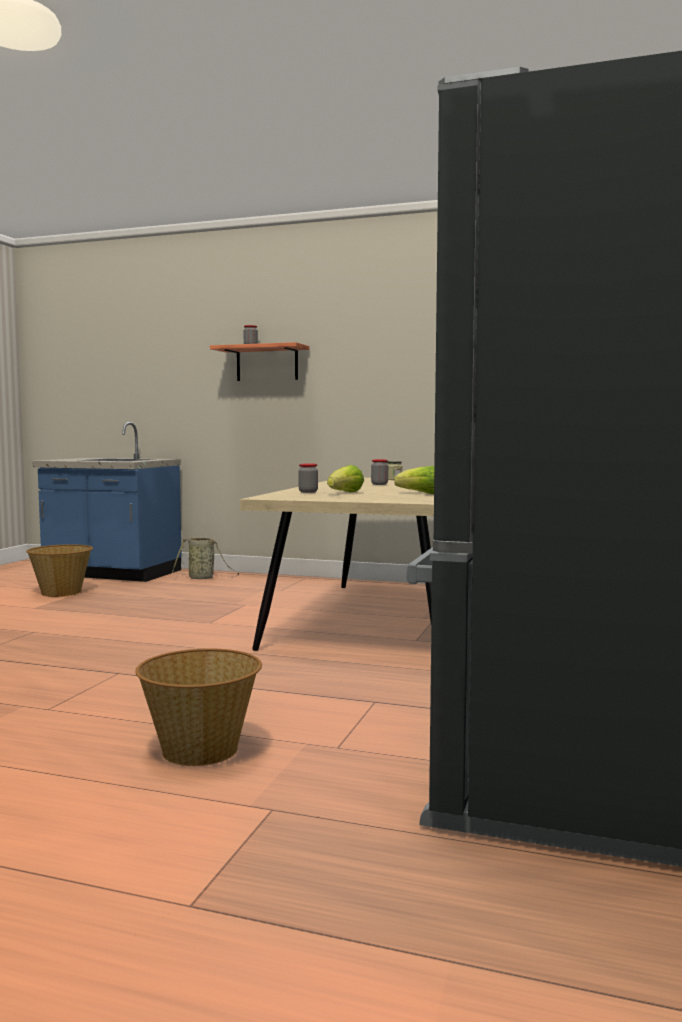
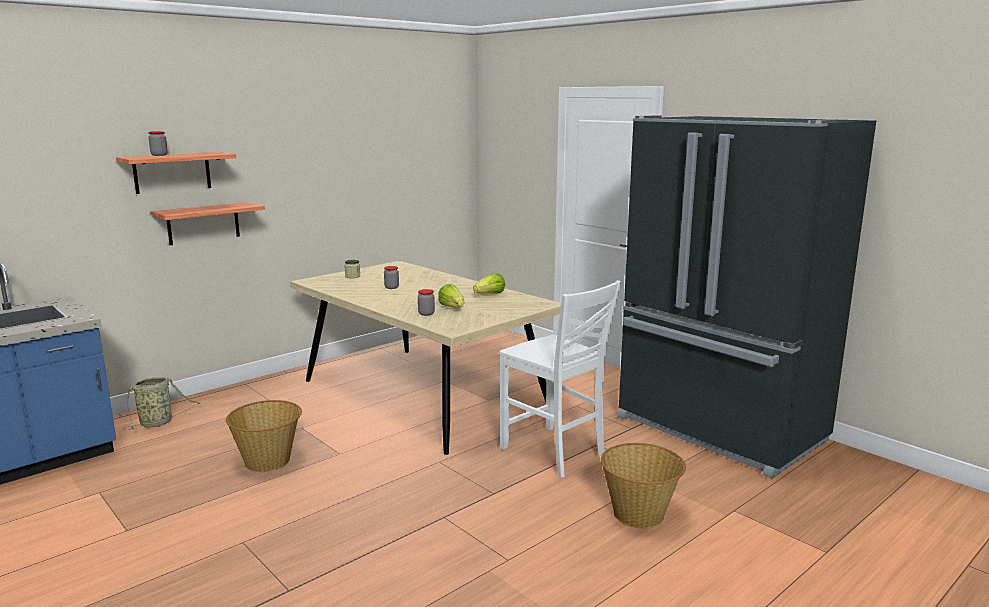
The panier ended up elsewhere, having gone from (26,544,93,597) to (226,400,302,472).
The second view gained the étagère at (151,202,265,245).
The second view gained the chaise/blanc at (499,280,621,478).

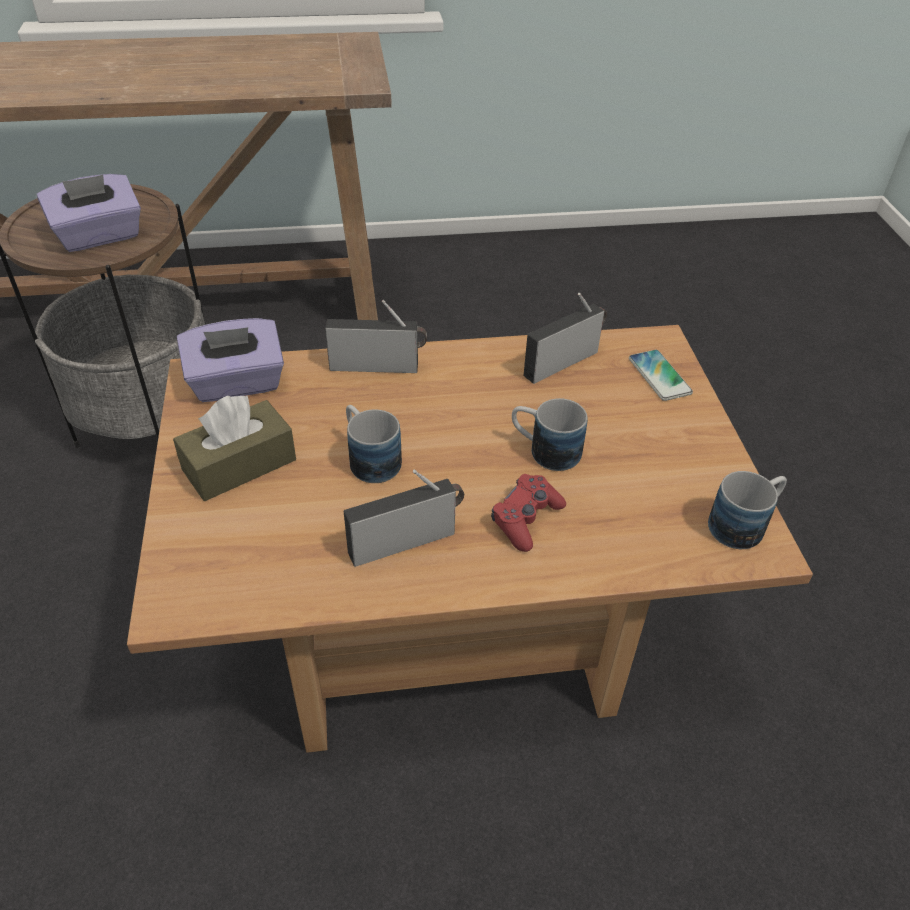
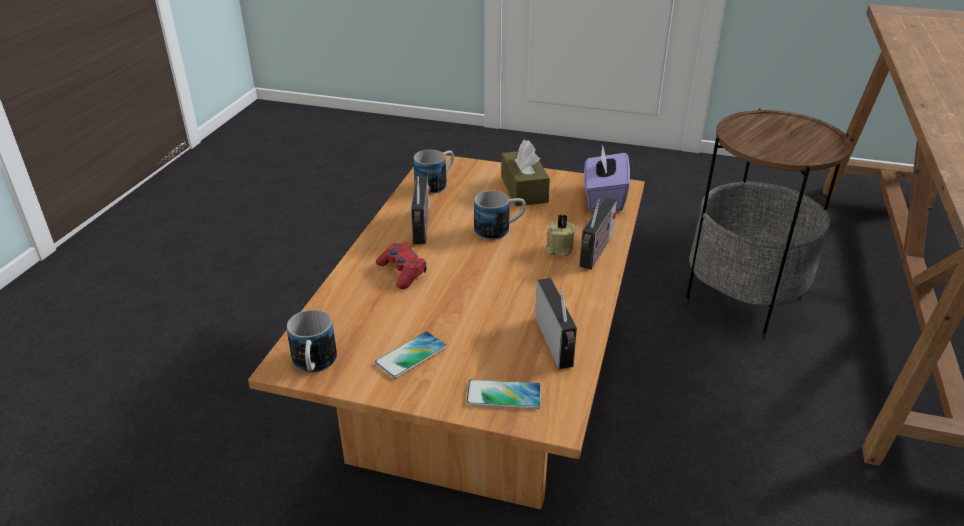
The second view lost the boîte à mouchoirs/violet at (37,174,141,252).
The mug ended up elsewhere, having gone from (512,398,587,471) to (414,150,454,194).
The second view gained the téléphone at (375,331,447,379).
The second view gained the bougie/beige at (544,215,576,256).

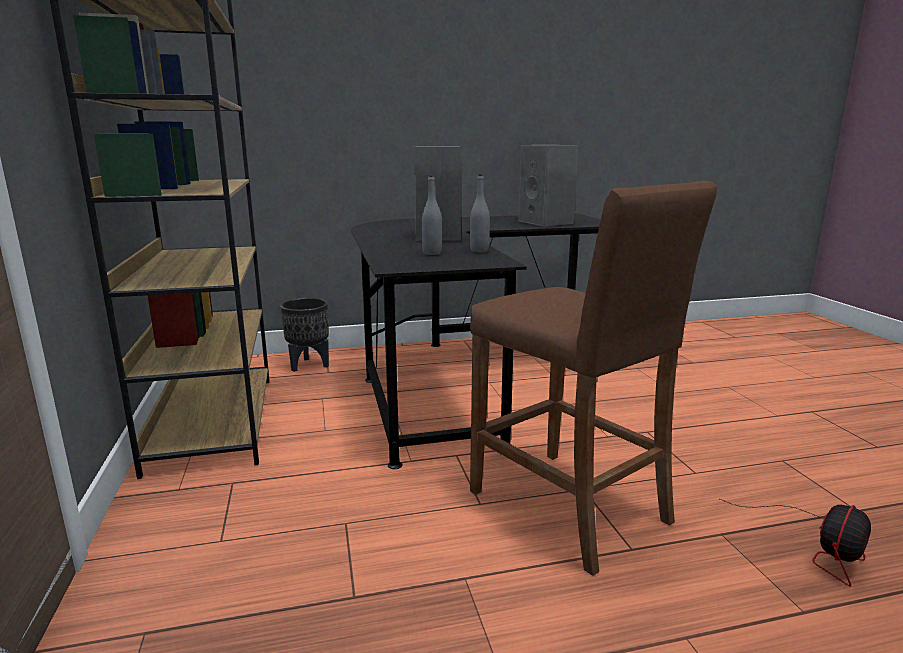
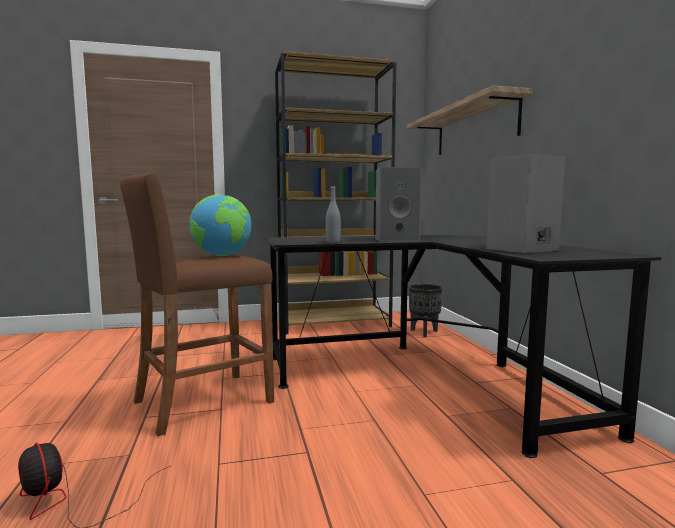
The second view lost the bouteille/gris at (422,175,442,255).
The second view gained the globe at (189,194,251,256).
The second view gained the étagère at (407,85,533,155).

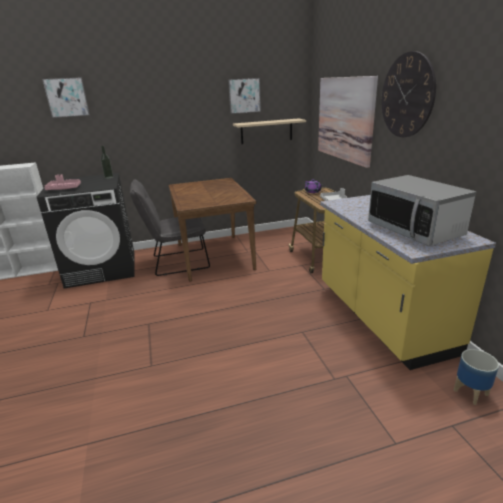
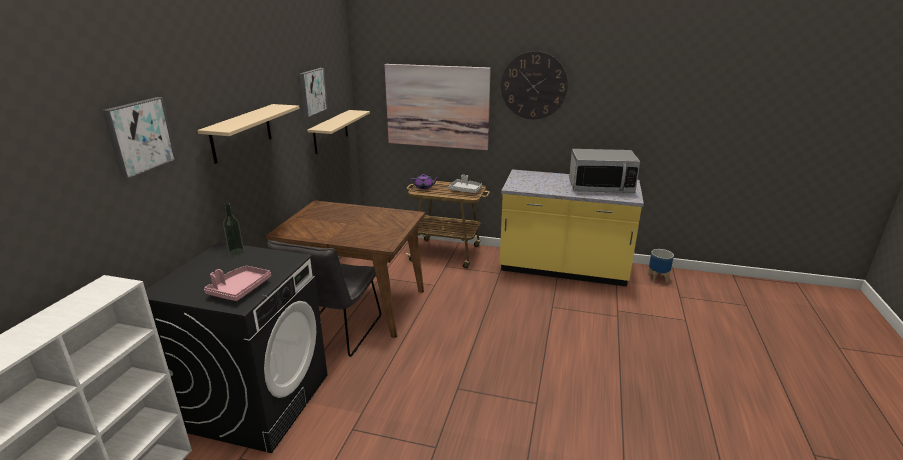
The second view gained the étagère/beige at (197,104,300,164).

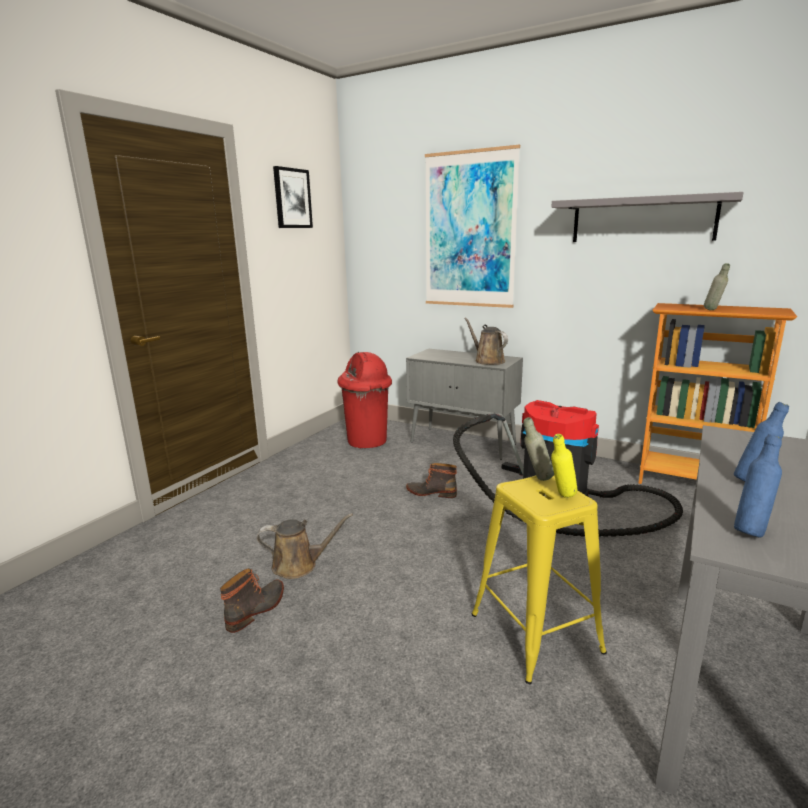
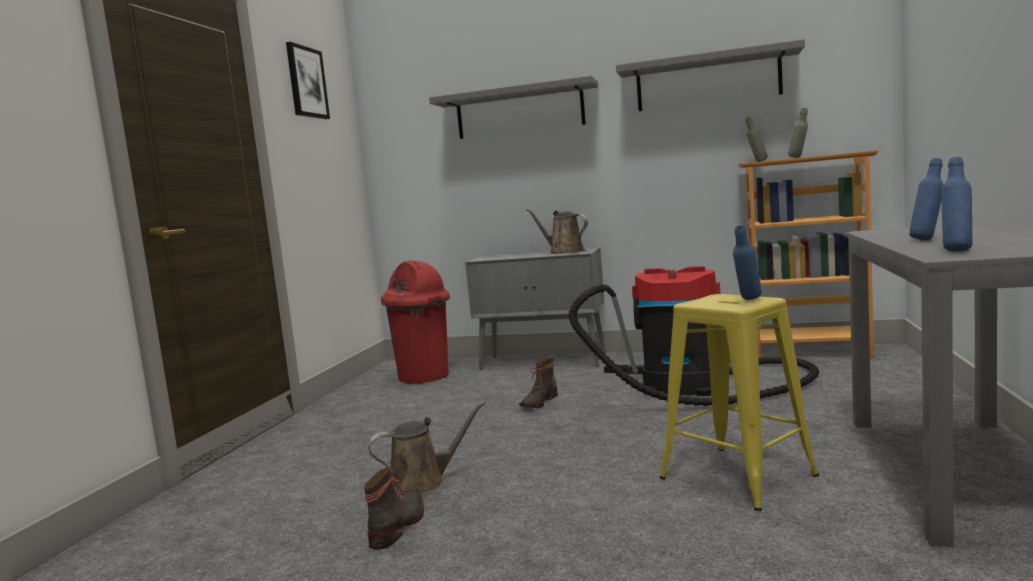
The botte at (406,463,457,498) ended up facing another way, 60 degrees counterclockwise from before.
Where the tableau hung at (425,145,520,308), the étagère/gris came to hang at (429,76,598,139).
The bouteille/gris ended up elsewhere, having gone from (523,417,554,481) to (746,116,768,162).
What was the bouteille/jaune at (551,434,577,498) turned into the bouteille/bleu at (733,225,762,300).

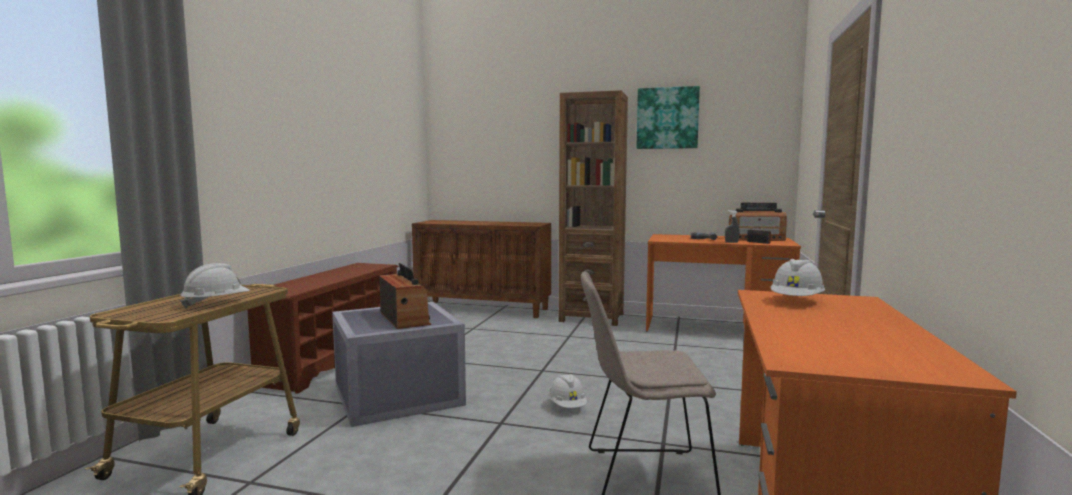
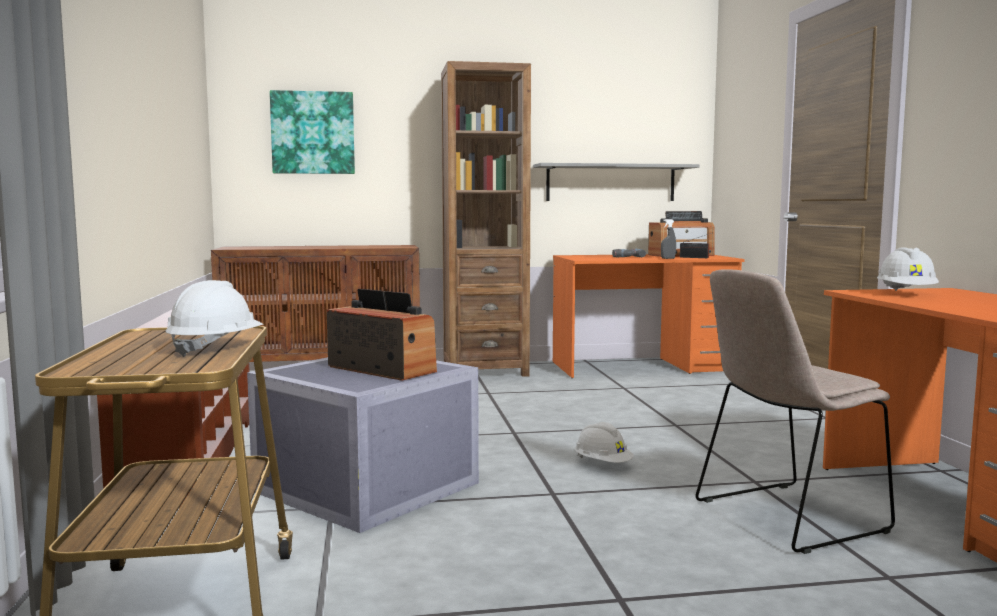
The tableau ended up elsewhere, having gone from (636,86,700,149) to (270,90,355,174).
The second view gained the étagère/gris at (533,163,700,201).

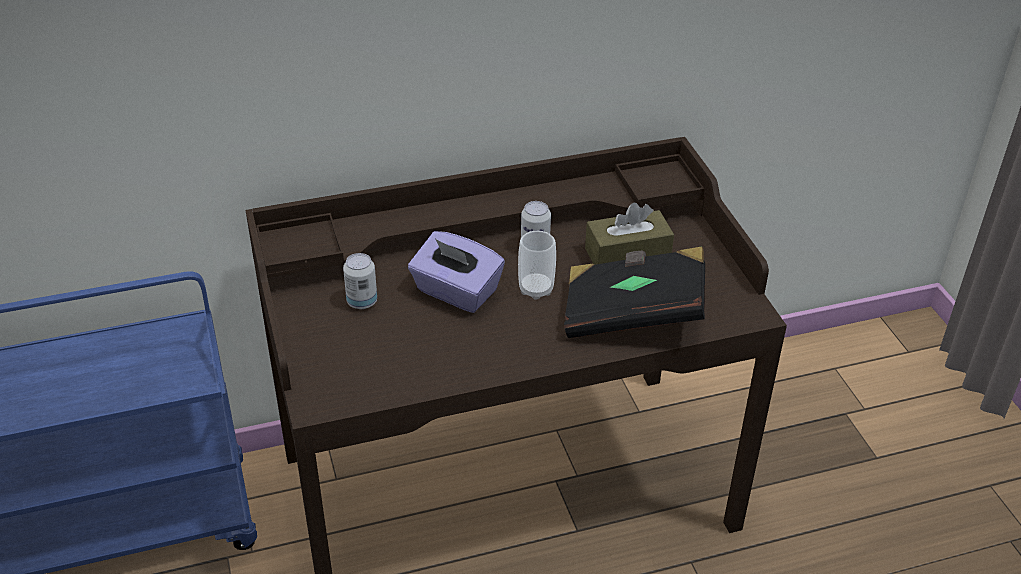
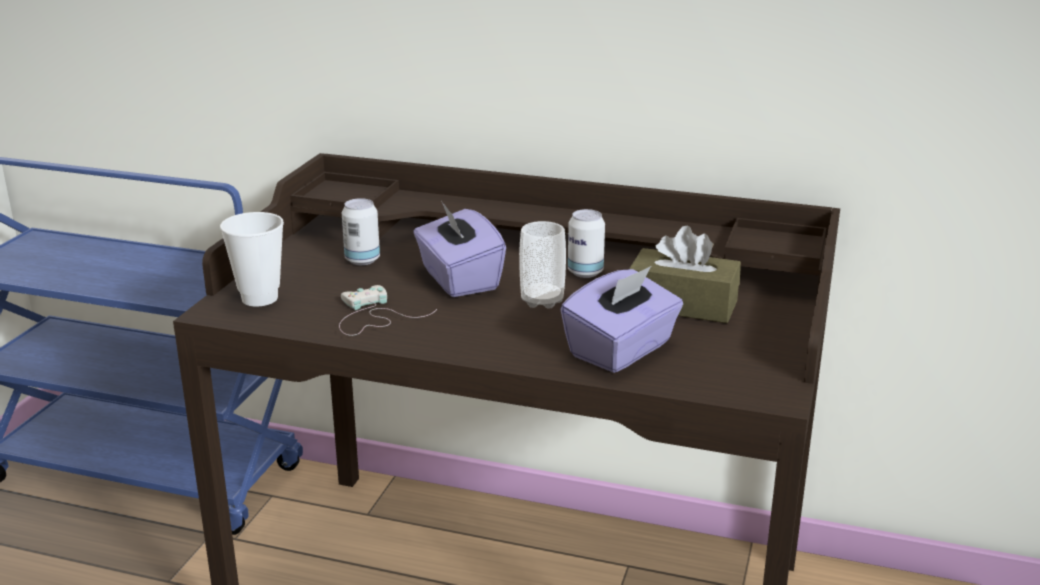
Where the livre/noir stood at (564,246,705,338), the boîte à mouchoirs/violet came to stand at (560,266,683,373).
The second view gained the tasse at (220,212,284,306).
The second view gained the manette/blanc at (339,285,437,336).

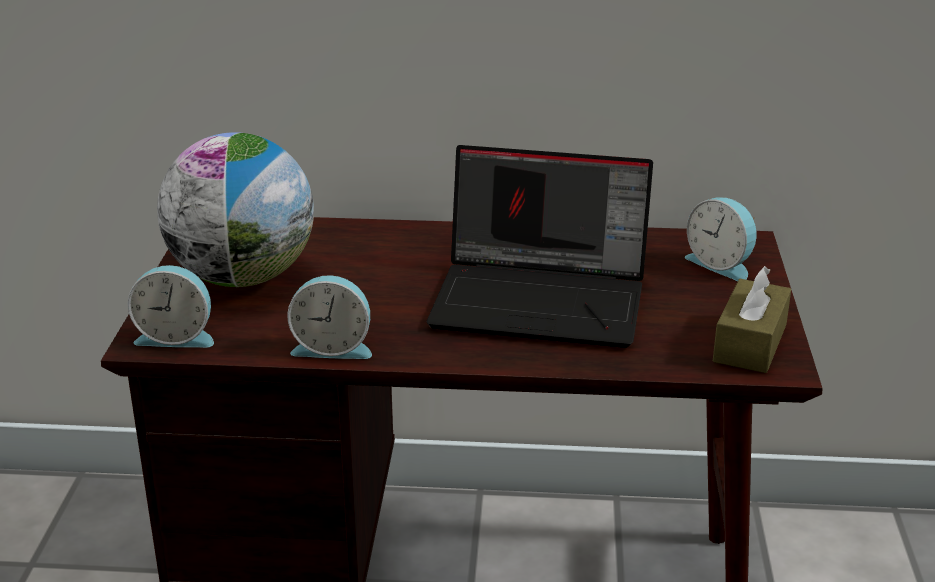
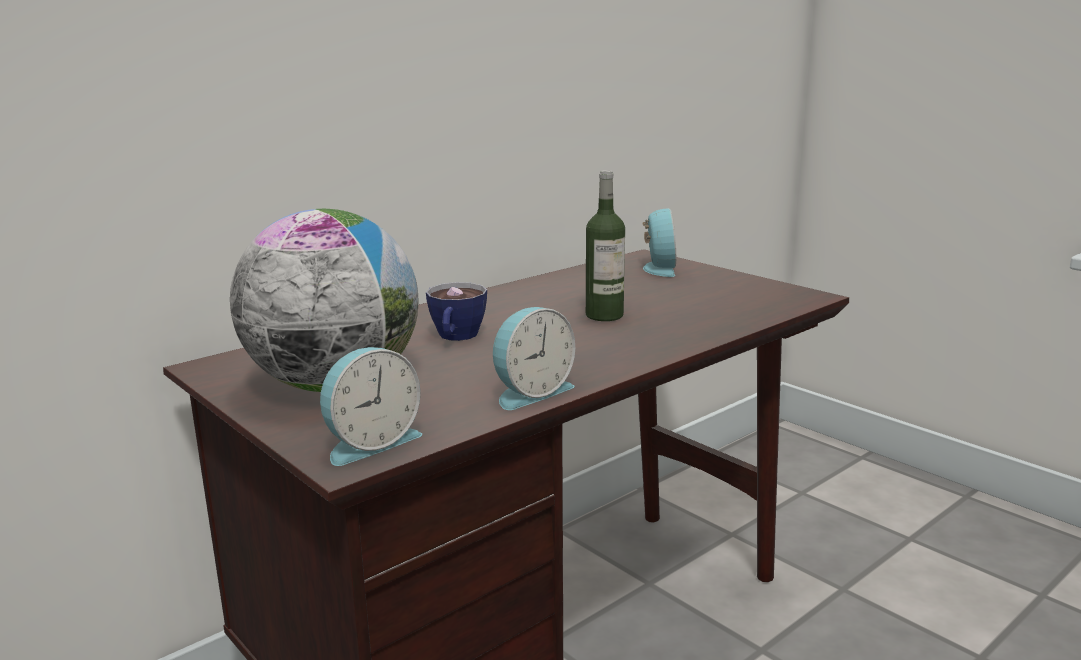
Where the ordinateur portable stood at (427,145,653,348), the bouteille came to stand at (586,170,625,321).
The réveil at (685,197,756,281) ended up facing another way, 90 degrees counterclockwise from before.
The second view lost the boîte à mouchoirs/marron at (713,266,791,373).
The second view gained the tasse at (426,282,487,341).

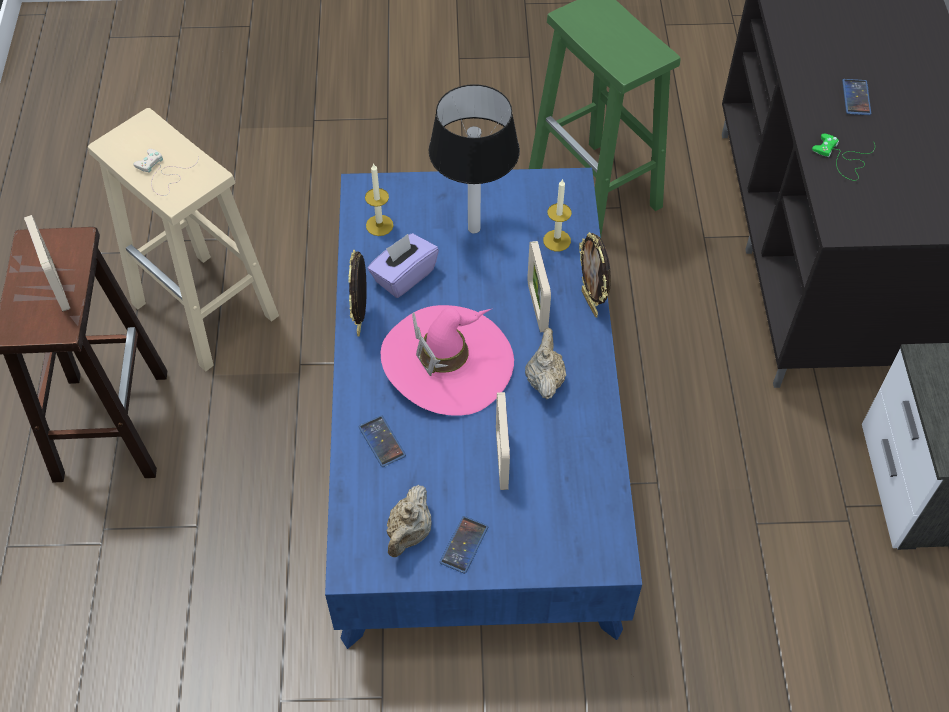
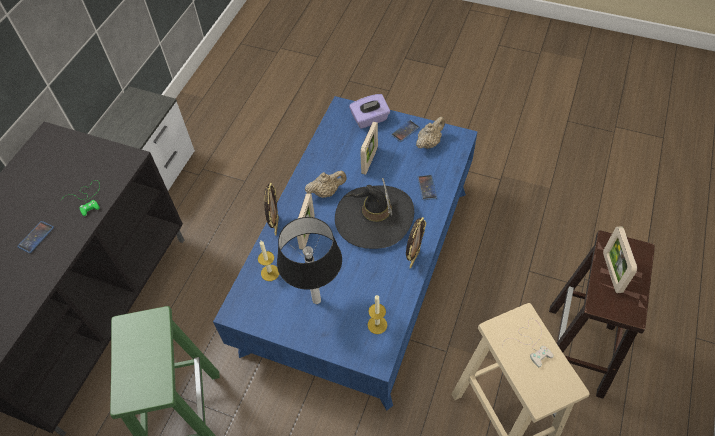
The boîte à mouchoirs/violet ended up elsewhere, having gone from (368,233,439,298) to (349,94,390,129).
What was the chapeau/rose at (381,305,514,416) turned into the chapeau/noir at (335,178,414,249).
The théière/beige at (525,328,566,399) ended up facing another way, 135 degrees counterclockwise from before.

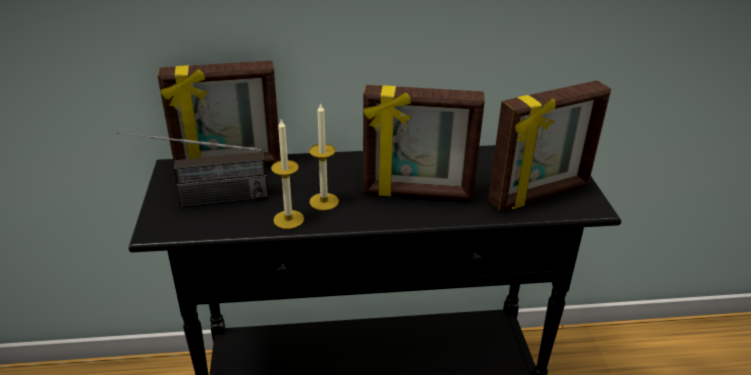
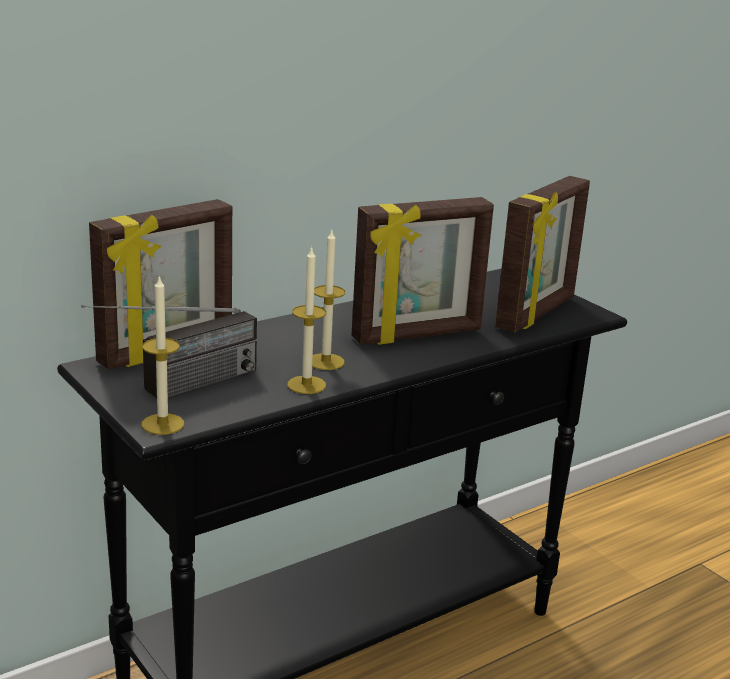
The second view gained the bougie at (141,276,184,435).

